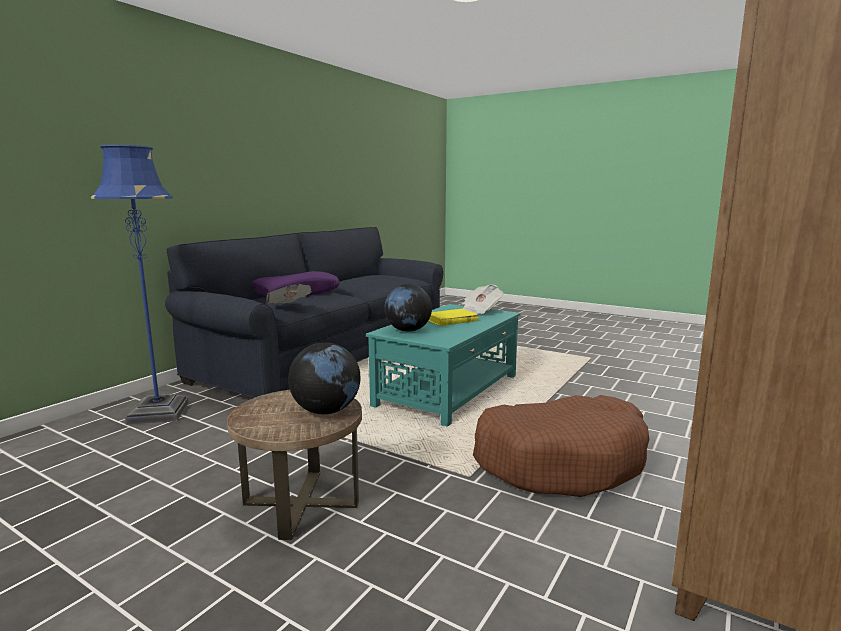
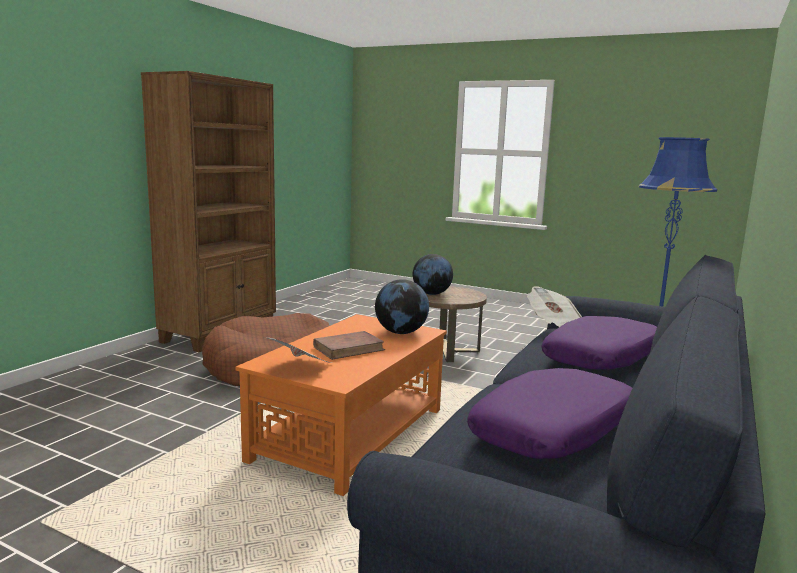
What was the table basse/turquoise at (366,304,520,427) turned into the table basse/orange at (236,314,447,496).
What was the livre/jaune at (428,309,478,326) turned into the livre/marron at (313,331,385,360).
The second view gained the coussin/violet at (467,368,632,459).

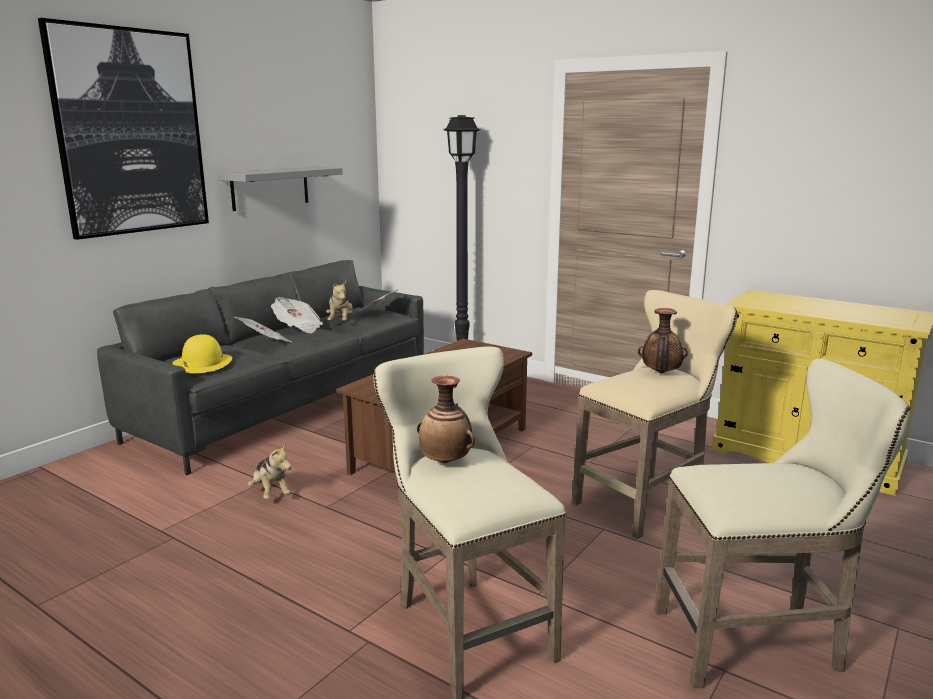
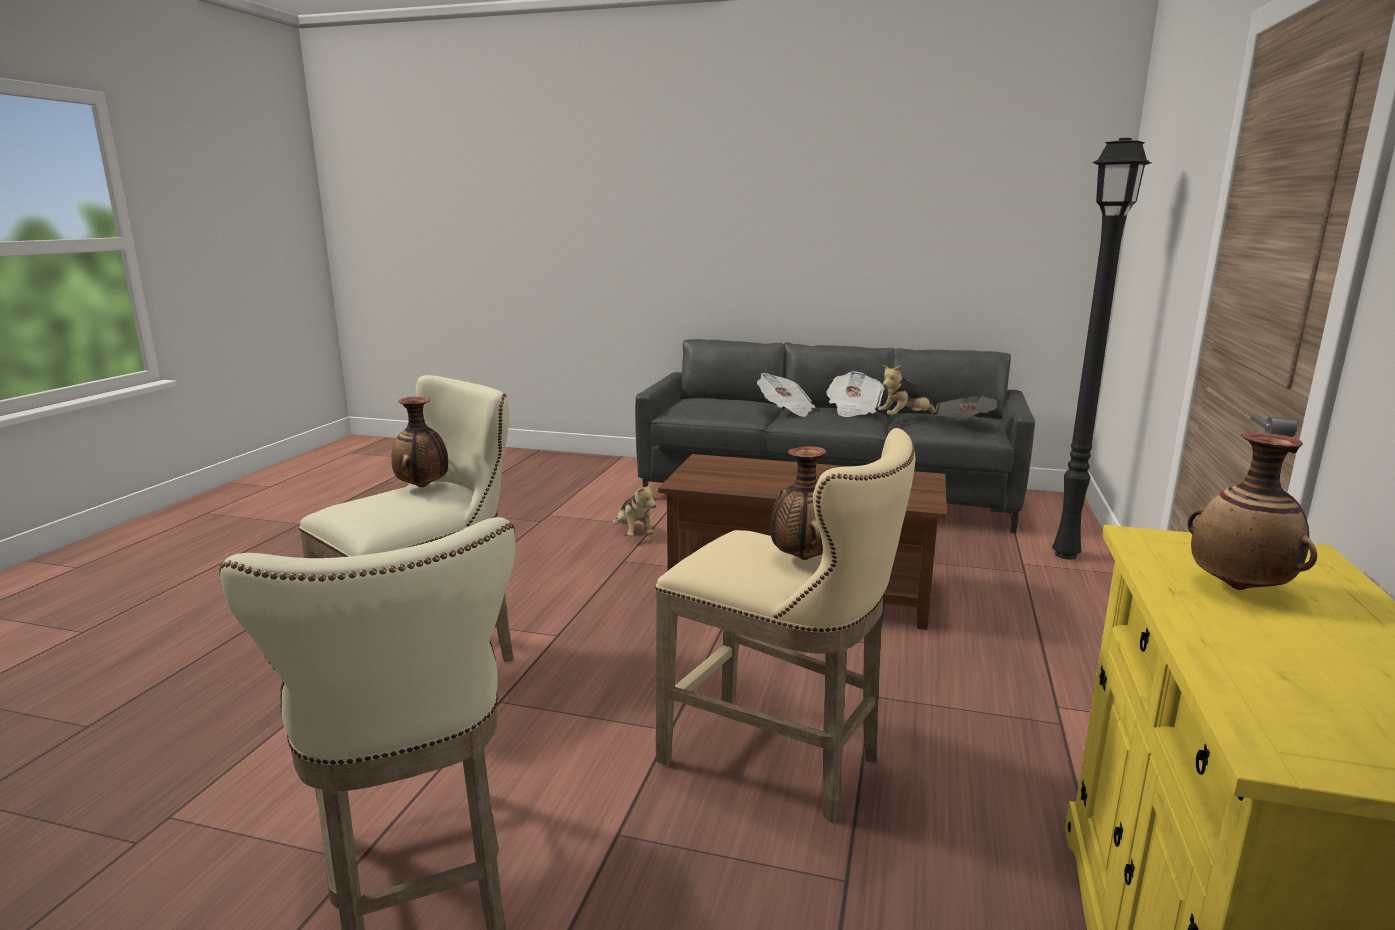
The second view lost the tableau at (38,18,209,240).
The second view lost the chapeau/jaune at (172,334,232,373).
The second view lost the étagère/gris at (217,167,343,211).
The peluche at (248,443,291,499) ended up facing another way, 60 degrees counterclockwise from before.
The second view gained the vase at (1188,432,1317,590).

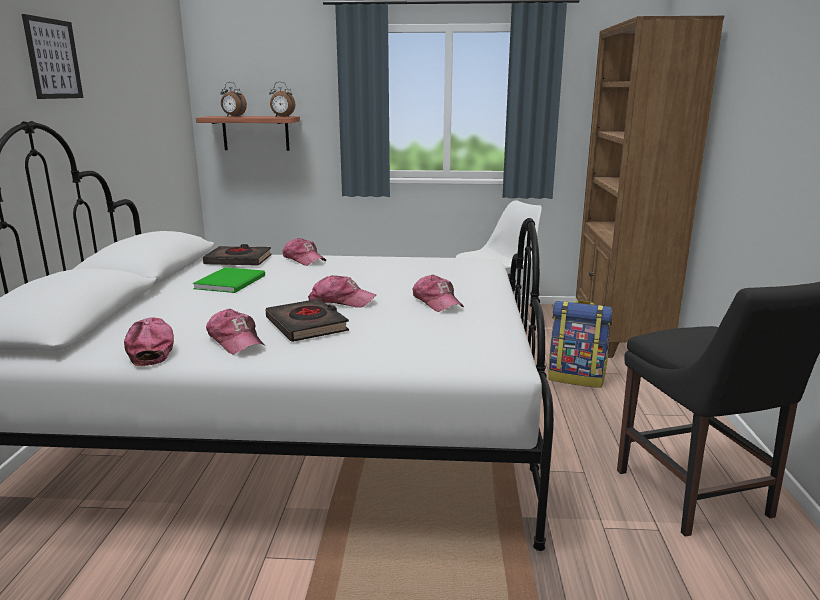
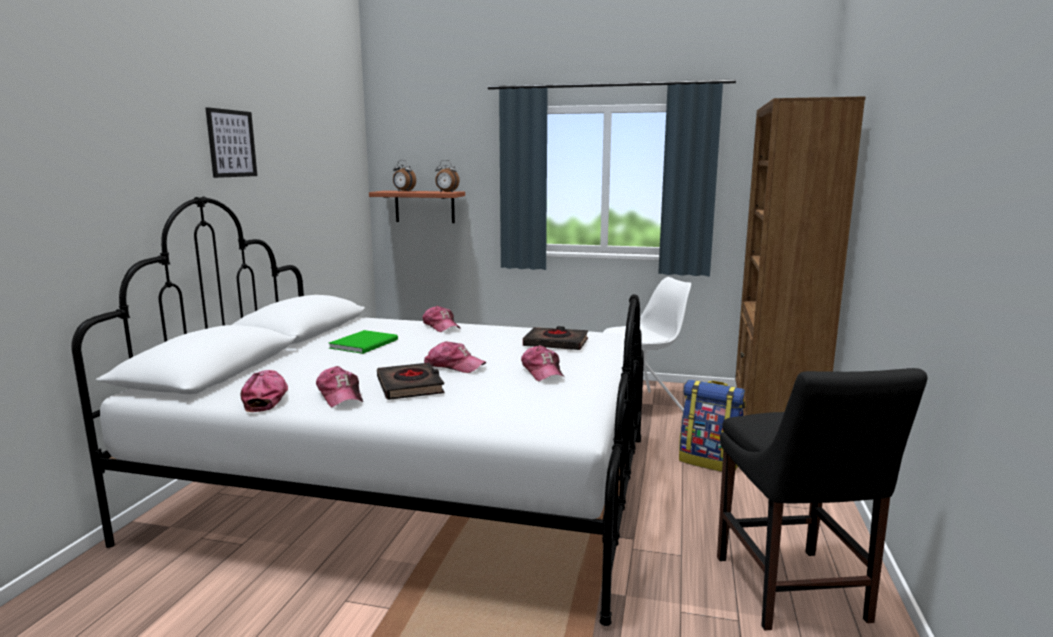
The livre/noir ended up elsewhere, having gone from (203,244,272,266) to (523,326,588,350).

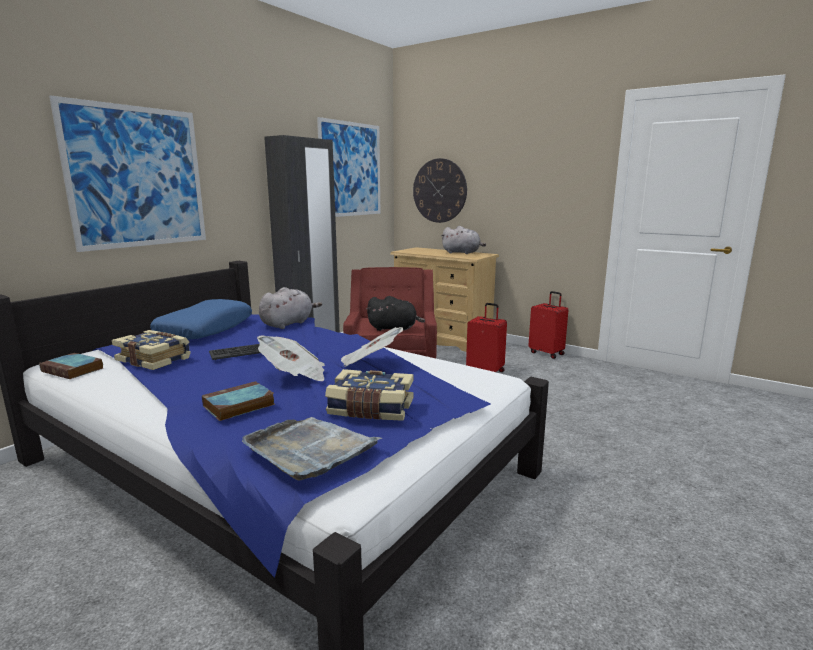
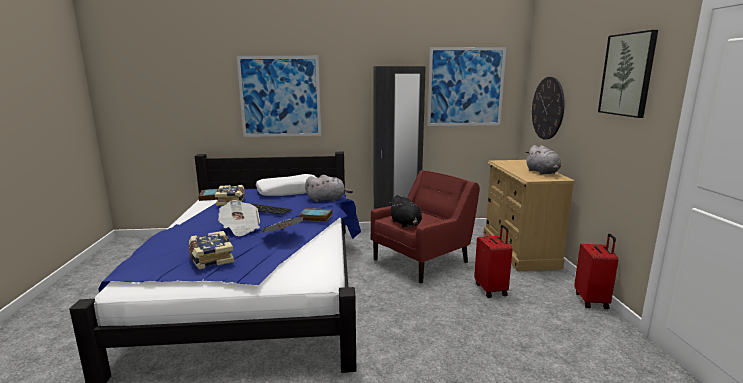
What was the coussin/bleu at (150,299,252,340) turned into the coussin/blanc at (256,174,317,196).
The livre ended up elsewhere, having gone from (202,381,275,421) to (299,208,332,222).
The second view lost the plateau/gris at (242,417,382,481).
The second view gained the tableau at (598,30,658,118).

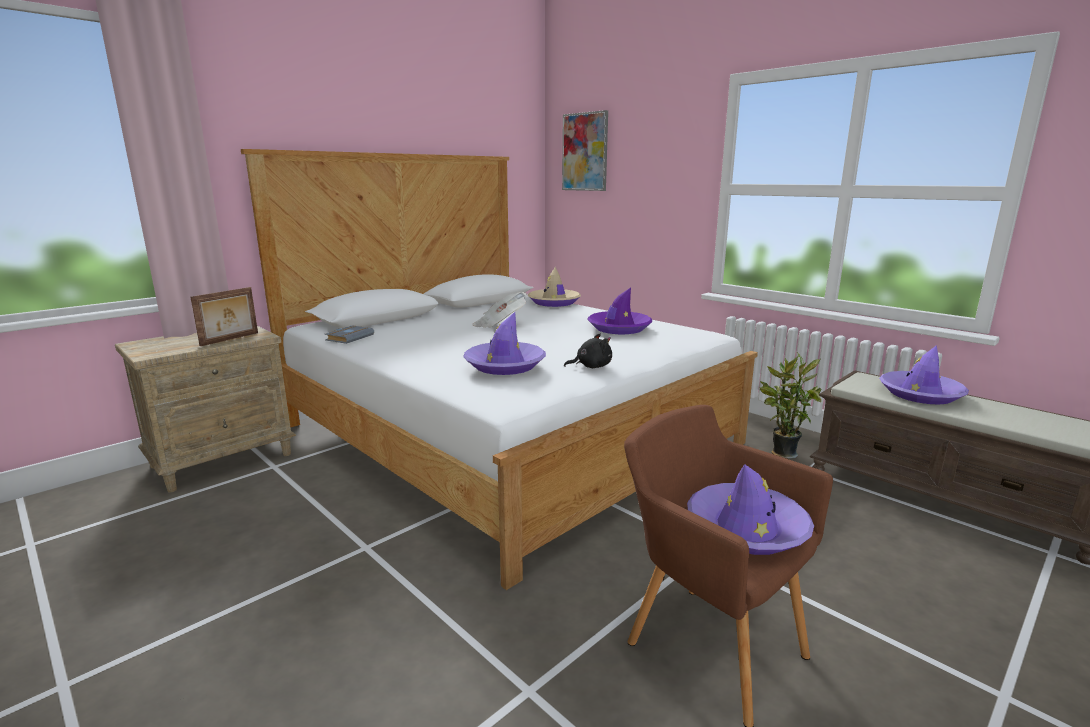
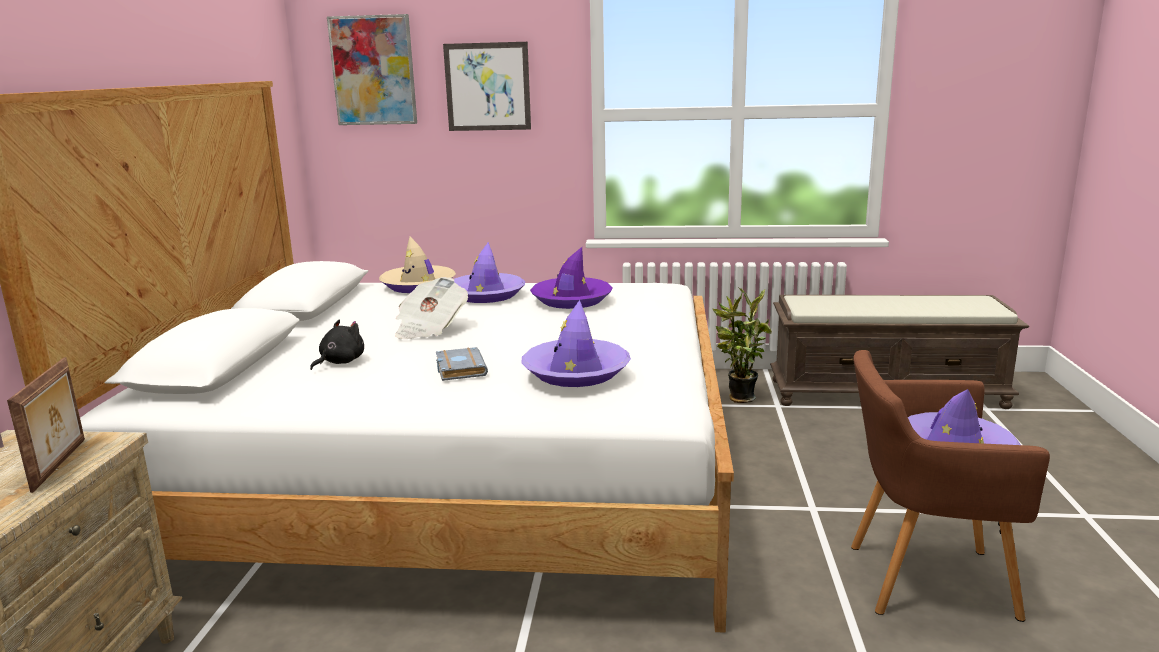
The livre/gris ended up elsewhere, having gone from (325,326,374,344) to (436,347,488,381).
The peluche/noir ended up elsewhere, having gone from (564,334,612,368) to (310,319,364,370).
The chapeau/violet ended up elsewhere, having gone from (879,345,969,405) to (454,242,525,303).
The second view gained the tableau at (443,42,531,131).

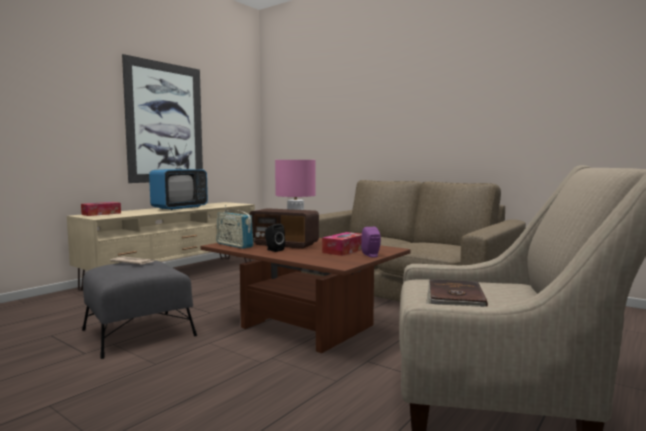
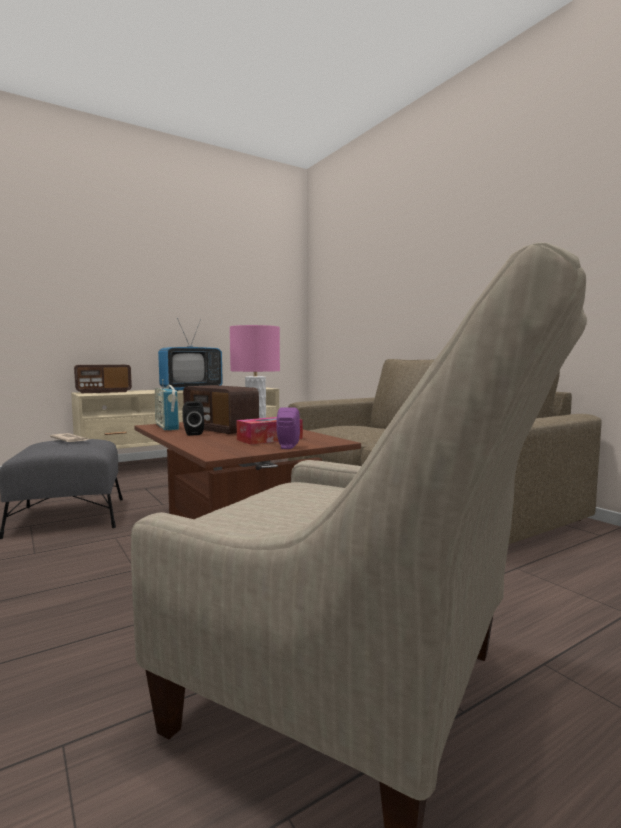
Where the boîte à mouchoirs stood at (81,202,121,216), the radio came to stand at (74,365,132,393).
The second view lost the tableau at (122,54,203,183).
The second view lost the livre/marron at (426,279,488,307).

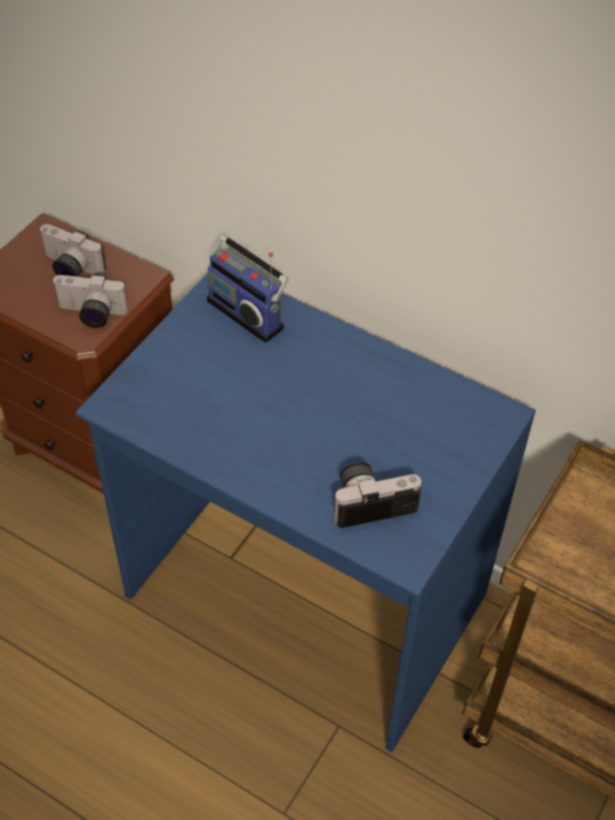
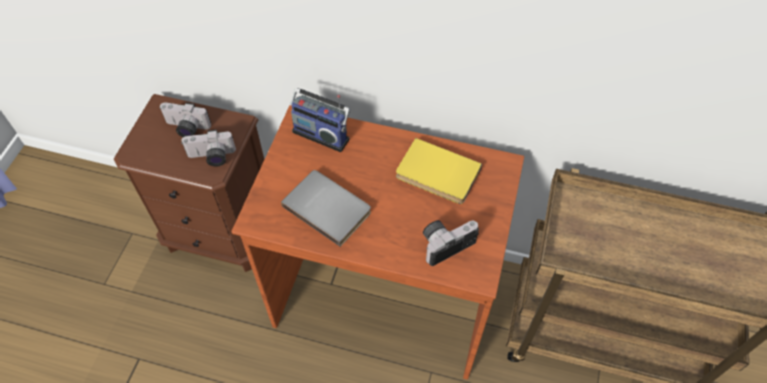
What was the bureau/bleu at (75,273,536,752) turned into the bureau/marron at (231,105,524,380).
The second view gained the livre/gris at (281,170,371,247).
The second view gained the livre/jaune at (396,138,482,204).

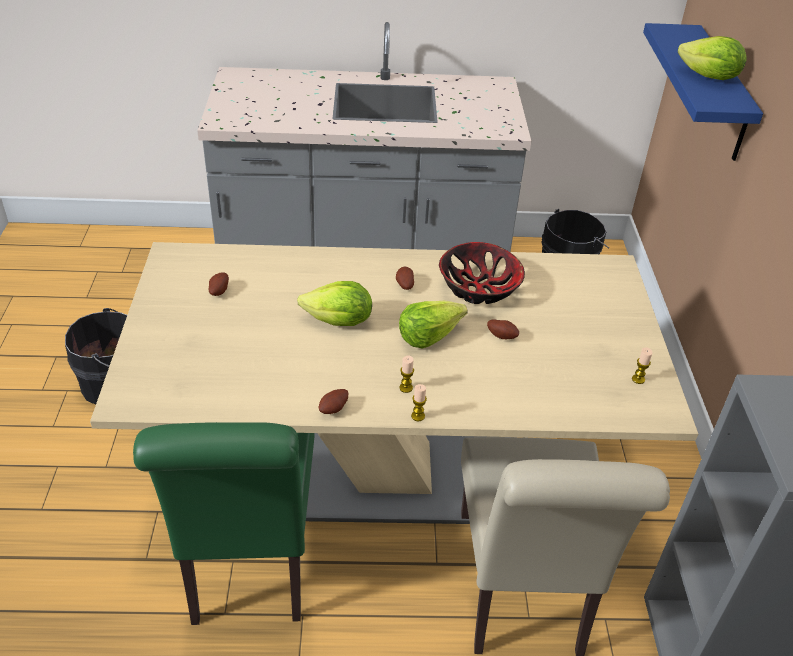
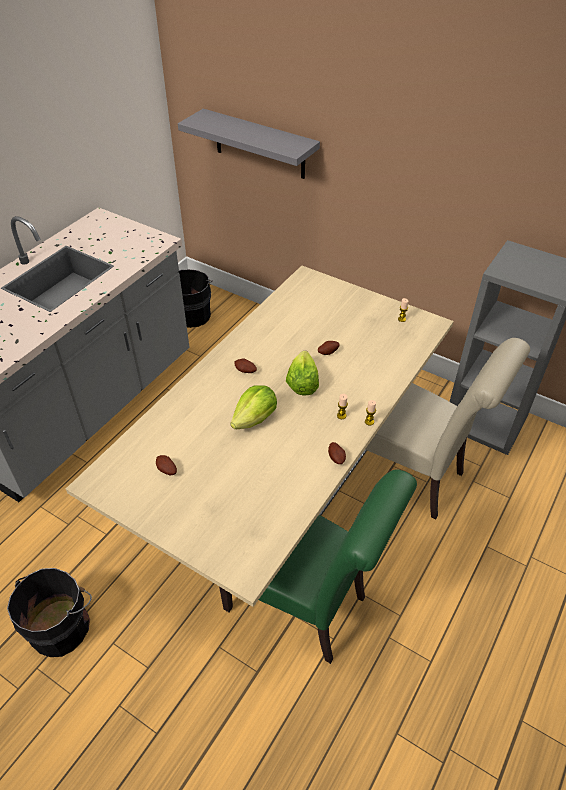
The second view lost the bol at (439,242,525,304).
What was the étagère/bleu at (643,23,763,161) turned into the étagère/gris at (178,109,320,179).
The second view lost the laitue at (678,36,746,80).

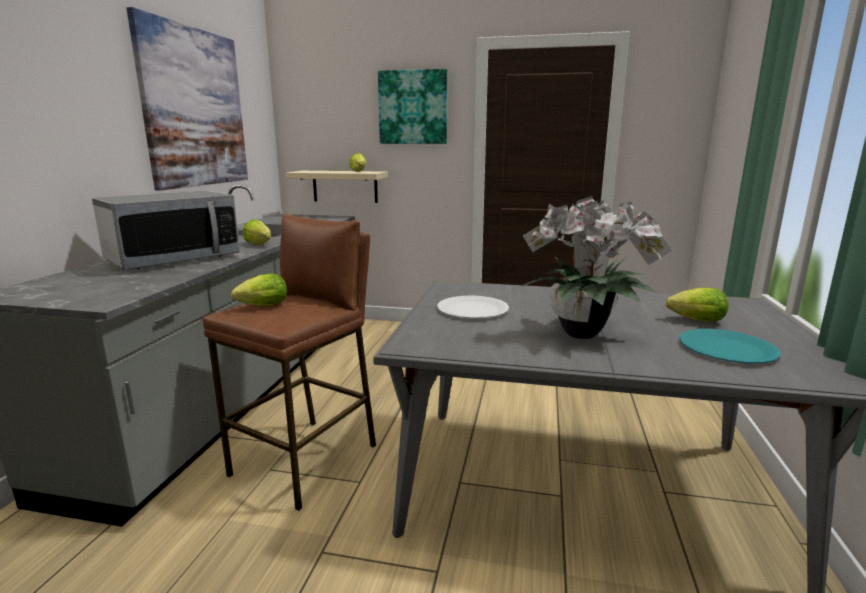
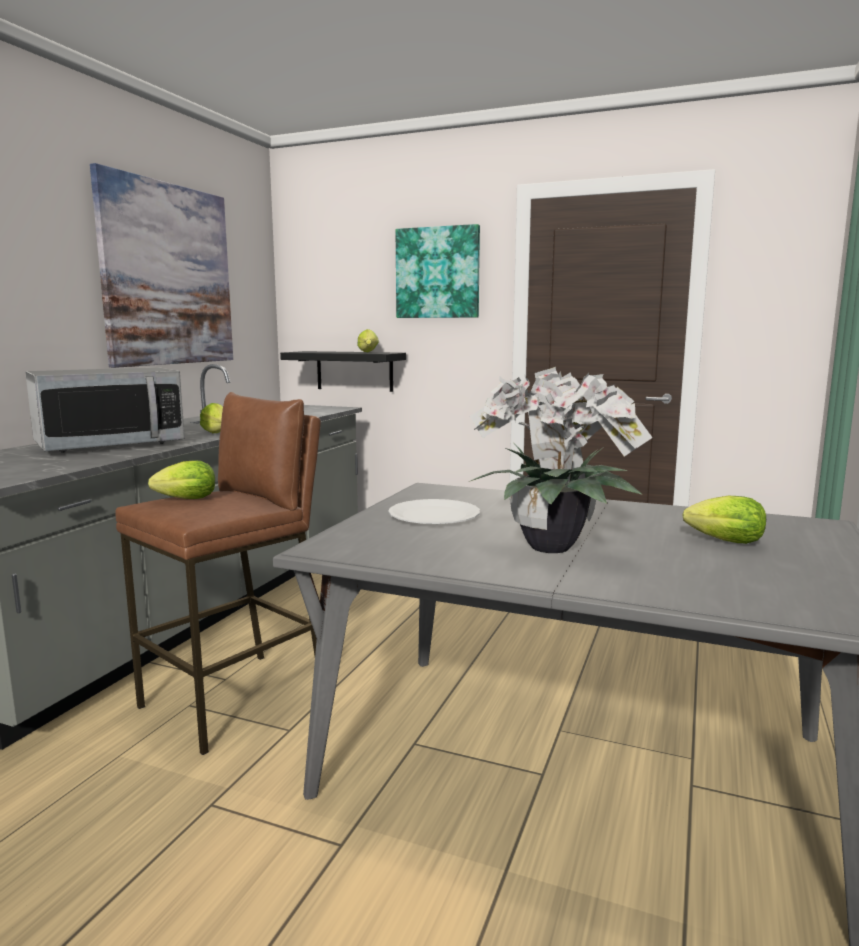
What was the étagère/beige at (285,171,388,203) turned into the étagère/noir at (280,351,406,392).
The second view lost the assiette/turquoise at (679,329,781,363).

